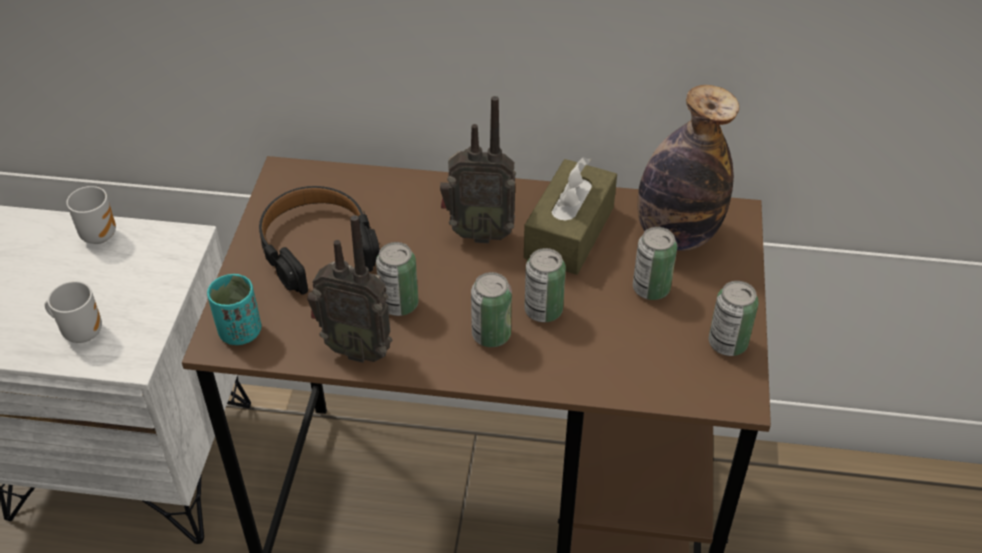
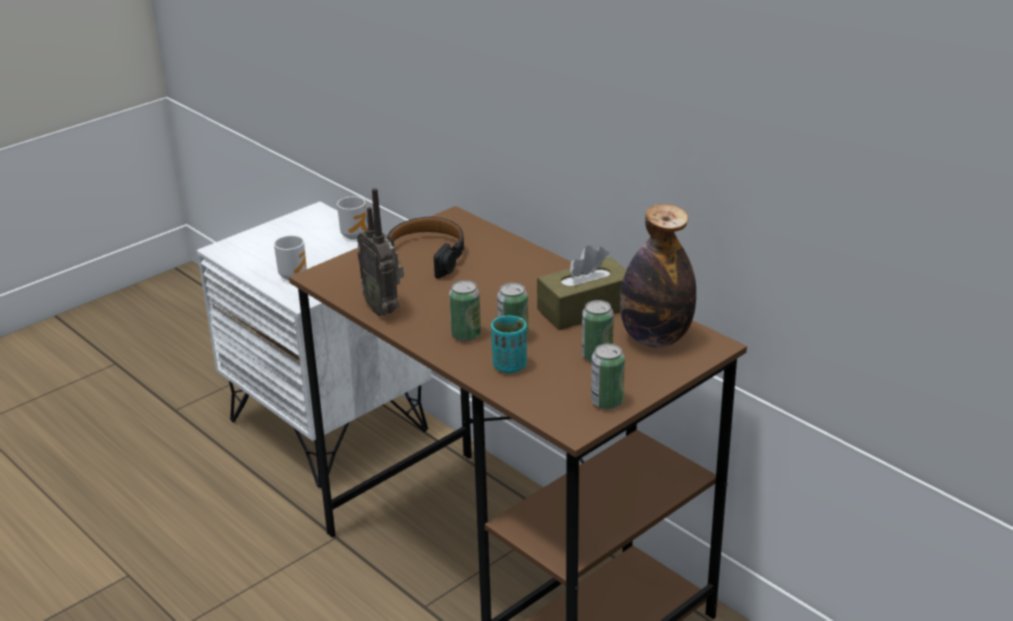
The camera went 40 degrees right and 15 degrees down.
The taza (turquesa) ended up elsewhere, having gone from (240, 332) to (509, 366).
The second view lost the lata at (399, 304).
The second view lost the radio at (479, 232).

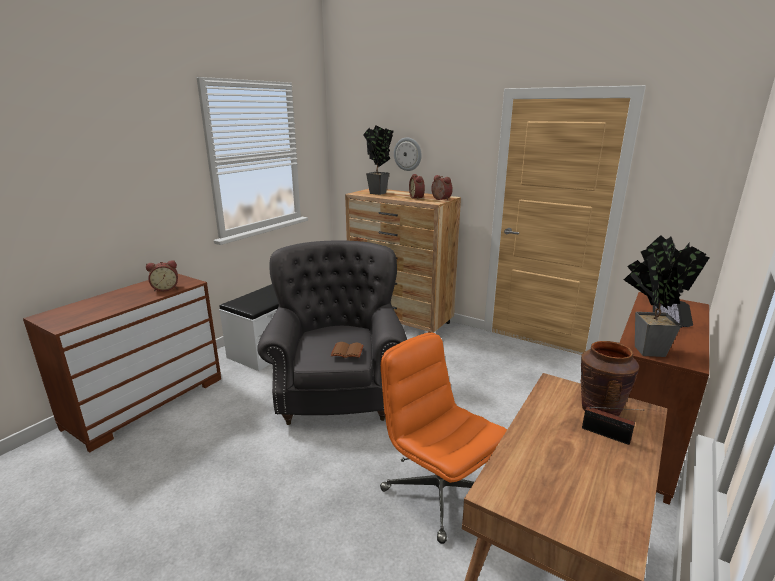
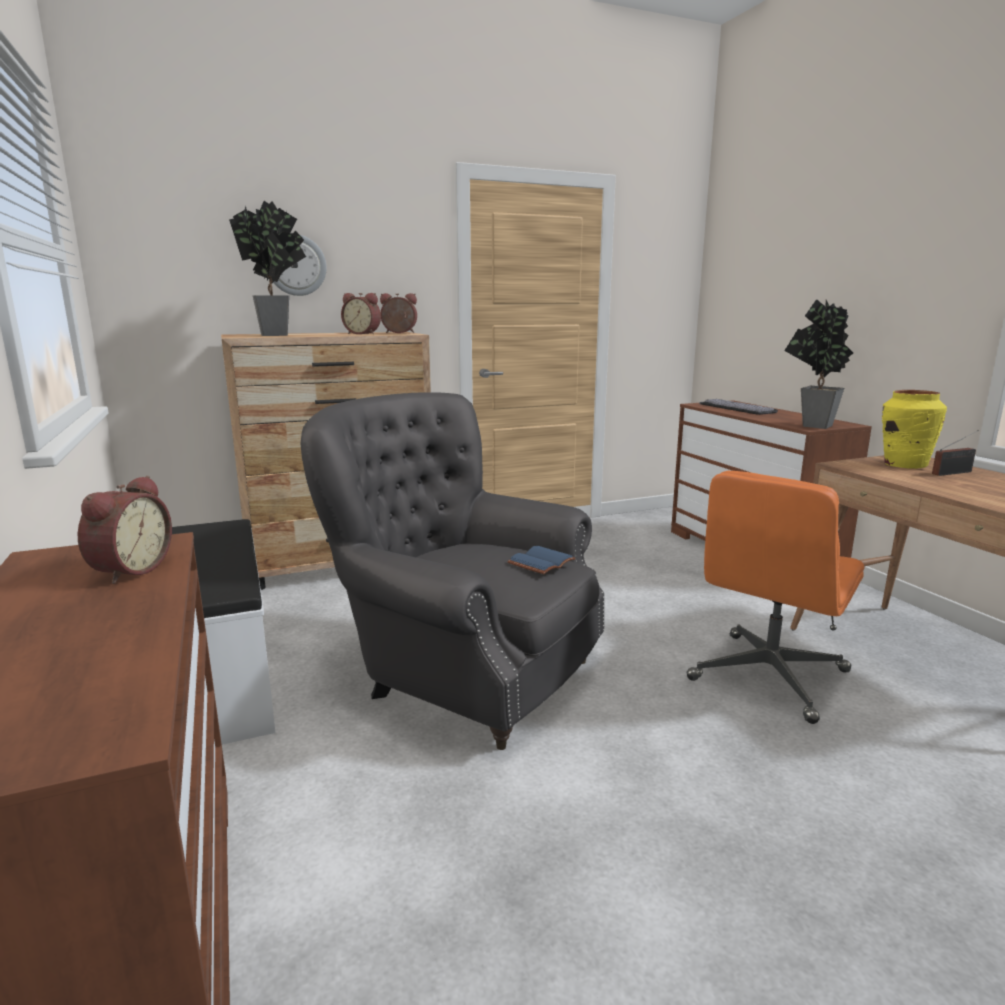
The camera went 55 degrees left and 5 degrees down.
What was the libro (marrón) at (346, 352) turned into the libro (azul) at (542, 563).
The silla de oficina (naranja) at (438, 492) ended up facing another way, 45 degrees counterclockwise from before.
What was the florero (marrón) at (600, 409) turned into the florero (amarillo) at (904, 465).

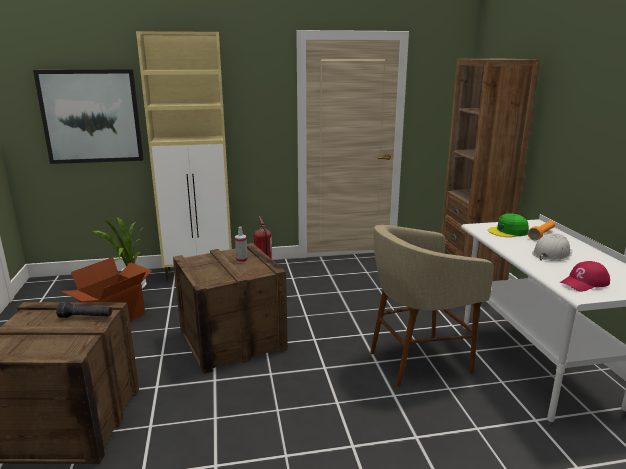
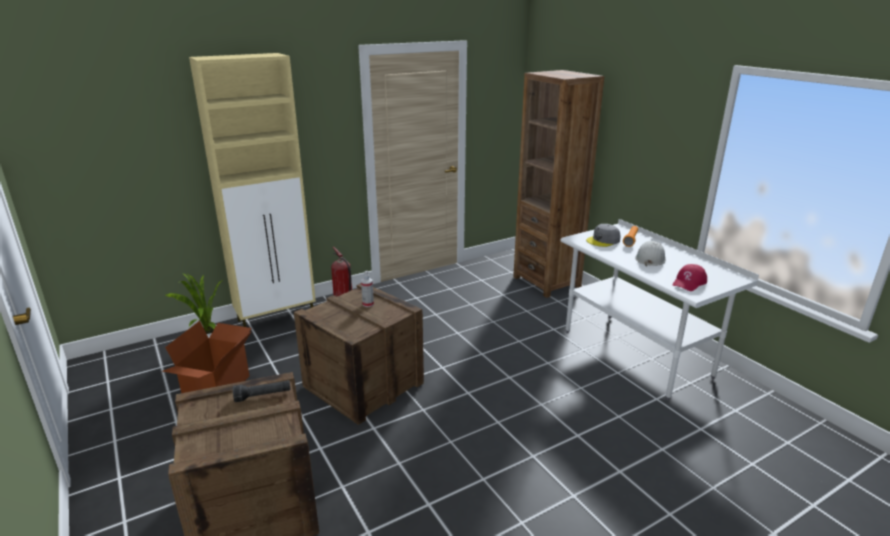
The camera went 20 degrees left and 5 degrees up.
The second view lost the cuadro at (91, 116).
The second view lost the taburete (beis) at (418, 361).
What was the gorra (verde) at (508, 231) turned into the gorra (gris) at (603, 240).

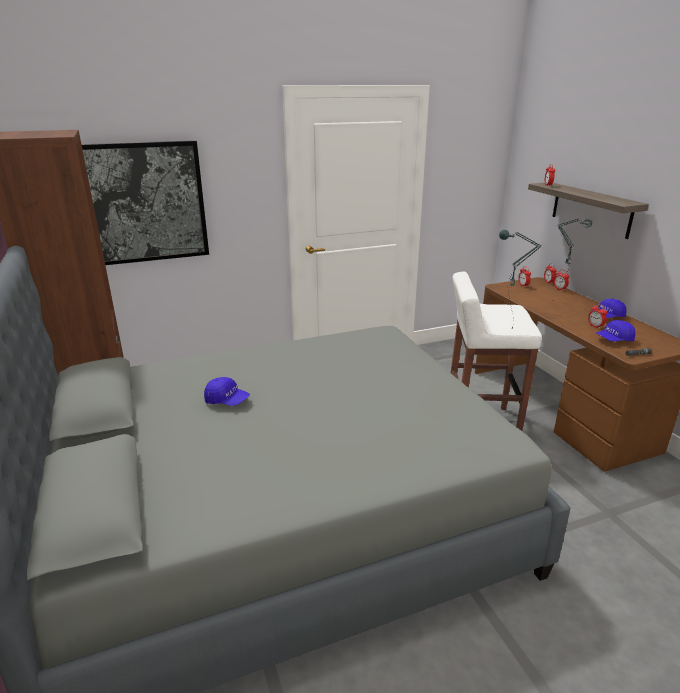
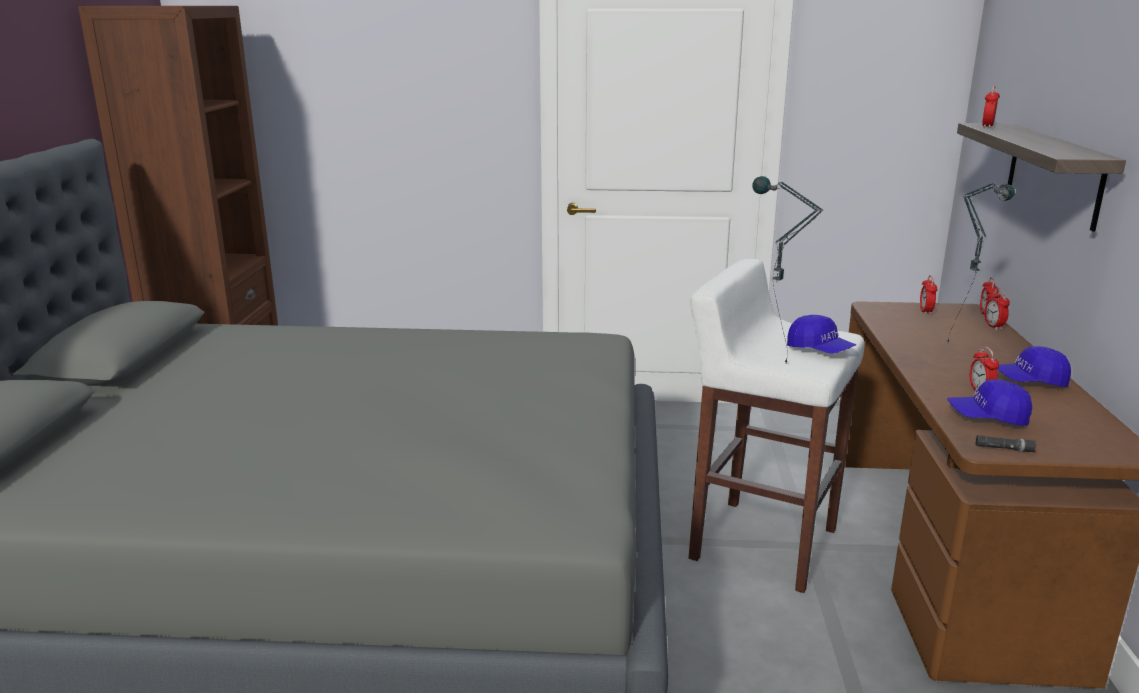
The camera went 25 degrees right and 5 degrees down.
The second view lost the cuadro at (144, 203).
The gorra (azul) ended up elsewhere, having gone from (227, 401) to (819, 350).

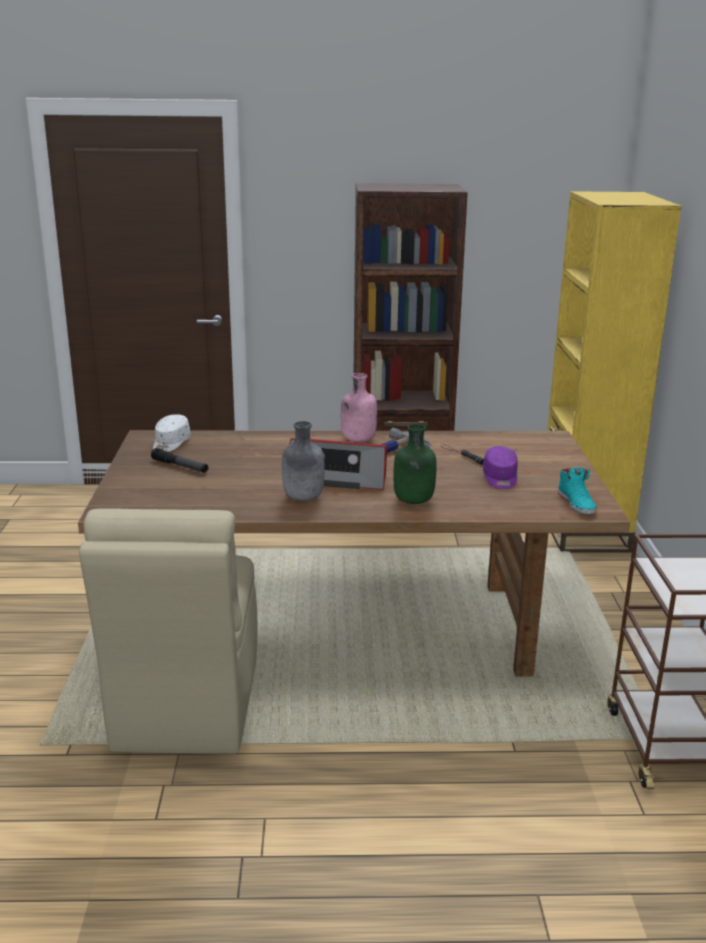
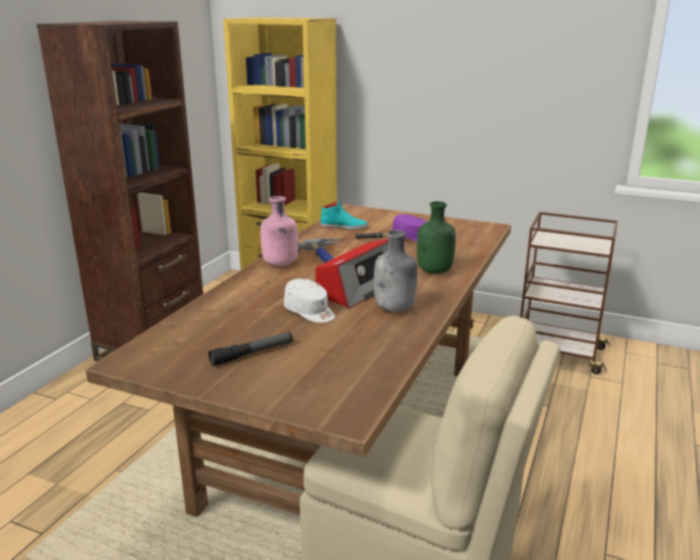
The camera went 65 degrees left and 0 degrees up.
The gorra (blanco) ended up elsewhere, having gone from (170, 443) to (310, 312).
The zapato (turquesa) ended up elsewhere, having gone from (577, 503) to (344, 227).

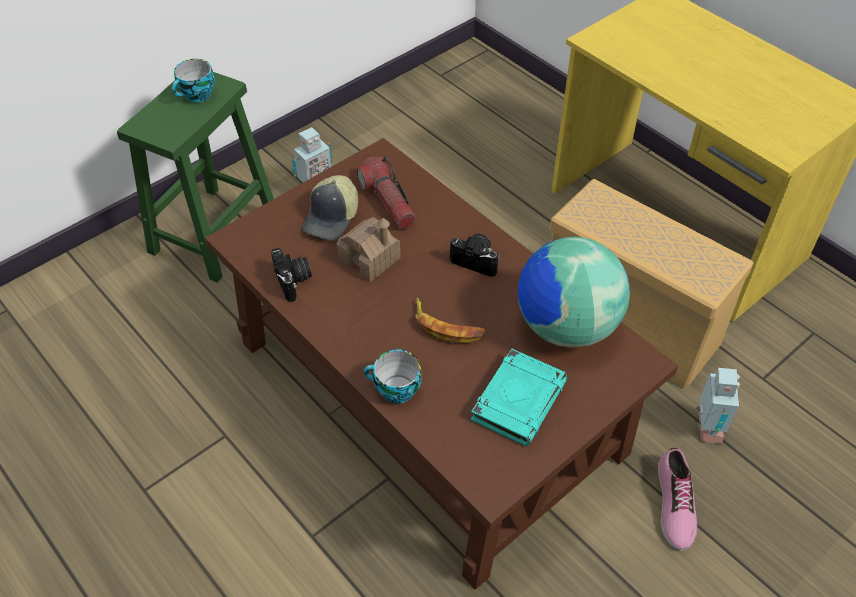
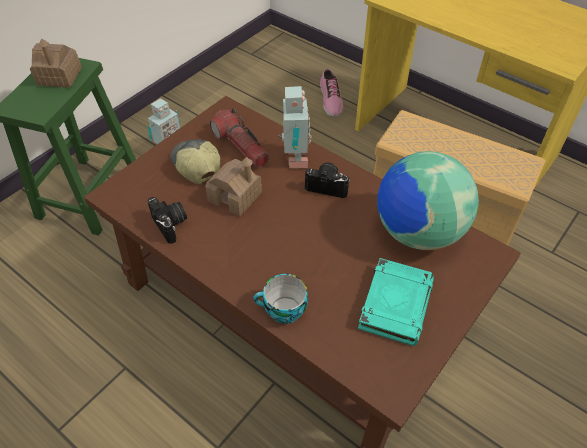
The camera went 10 degrees left and 0 degrees up.
Where the taza stood at (197, 95), the casita came to stand at (59, 76).
The gorra at (332, 218) ended up facing another way, 135 degrees clockwise from before.
The second view lost the plátano at (447, 326).
The zapato ended up elsewhere, having gone from (673, 504) to (330, 100).
The robot de juguete ended up elsewhere, having gone from (706, 430) to (294, 160).

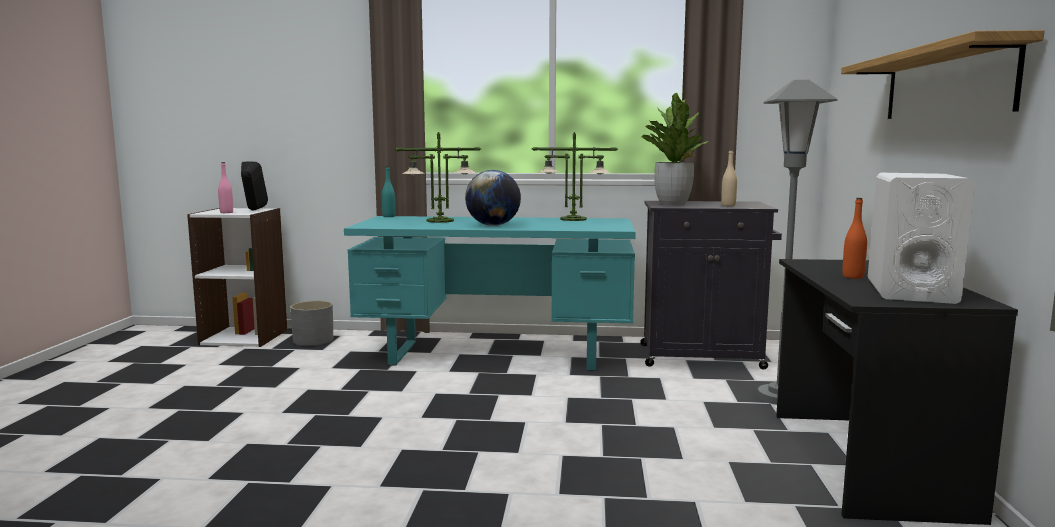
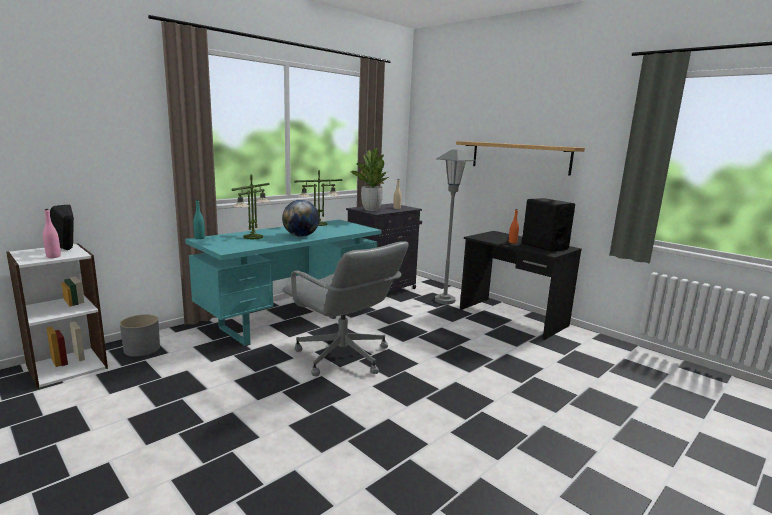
The camera went 50 degrees left and 5 degrees up.
What was the altavoz (blanco) at (910, 291) turned into the altavoz (negro) at (544, 246).
The second view gained the silla de oficina (gris) at (342, 357).

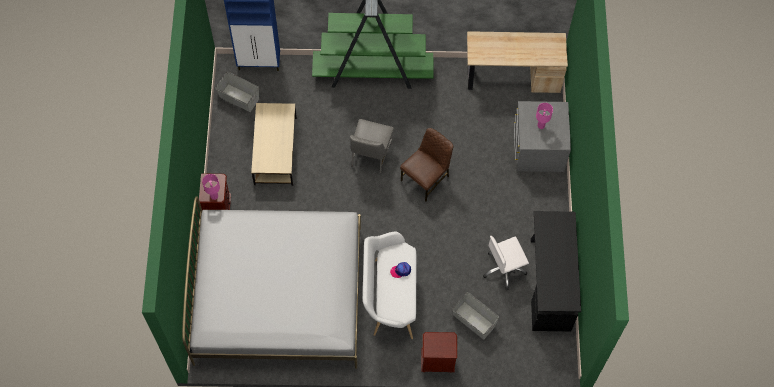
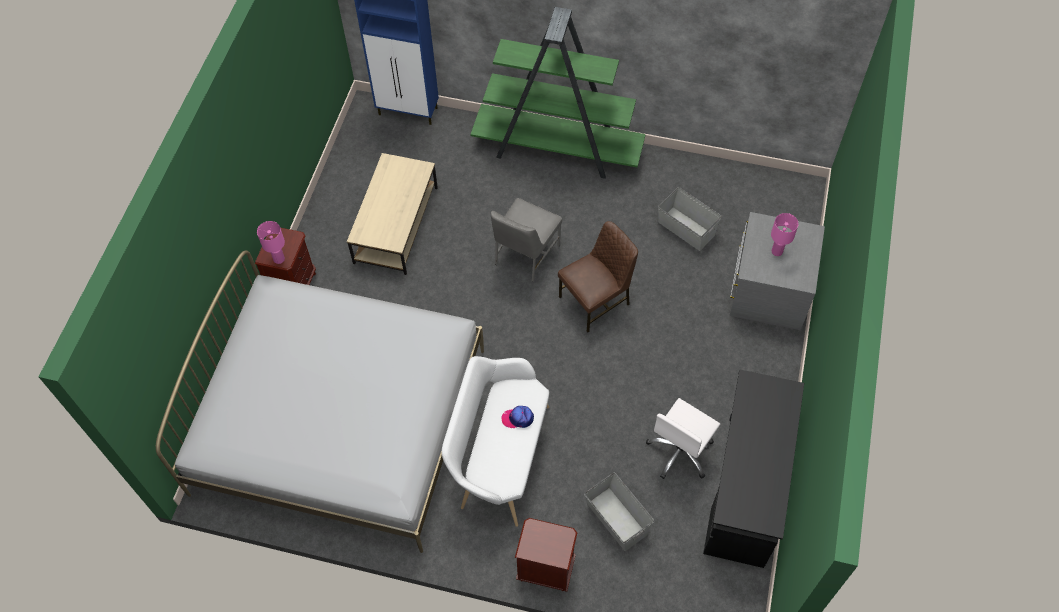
The camera went 15 degrees right and 5 degrees down.
The caja de almacenaje (gris) ended up elsewhere, having gone from (239, 97) to (686, 228).
The second view lost the escritorio (beis) at (511, 76).
The silla de oficina (blanco) at (504, 269) ended up facing another way, 45 degrees counterclockwise from before.

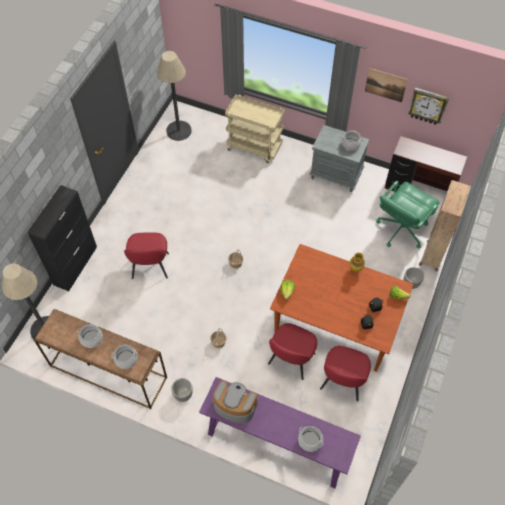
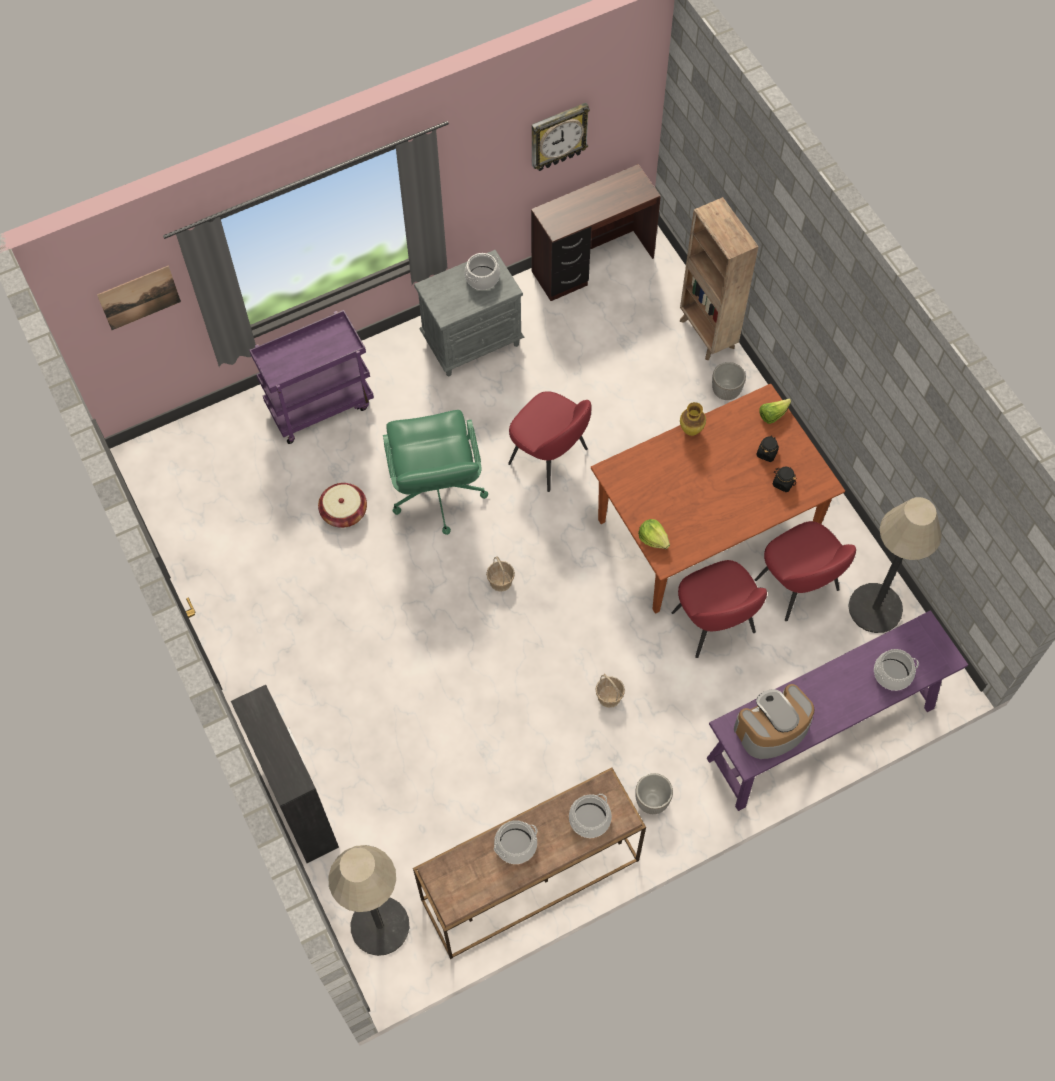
The camera went 50 degrees left and 5 degrees up.
The silla (rojo) ended up elsewhere, having gone from (150, 267) to (550, 457).
The lámpara de pie ended up elsewhere, having gone from (178, 130) to (875, 608).
What was the carrito (beis) at (255, 147) turned into the carrito (morado) at (320, 405).
The cuadro ended up elsewhere, having gone from (385, 85) to (139, 297).
The silla de oficina (verde) ended up elsewhere, having gone from (400, 229) to (437, 493).
The second view gained the cesta at (344, 512).

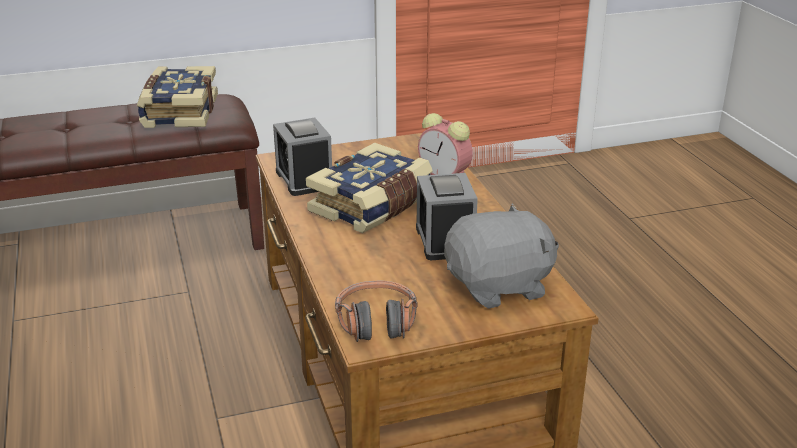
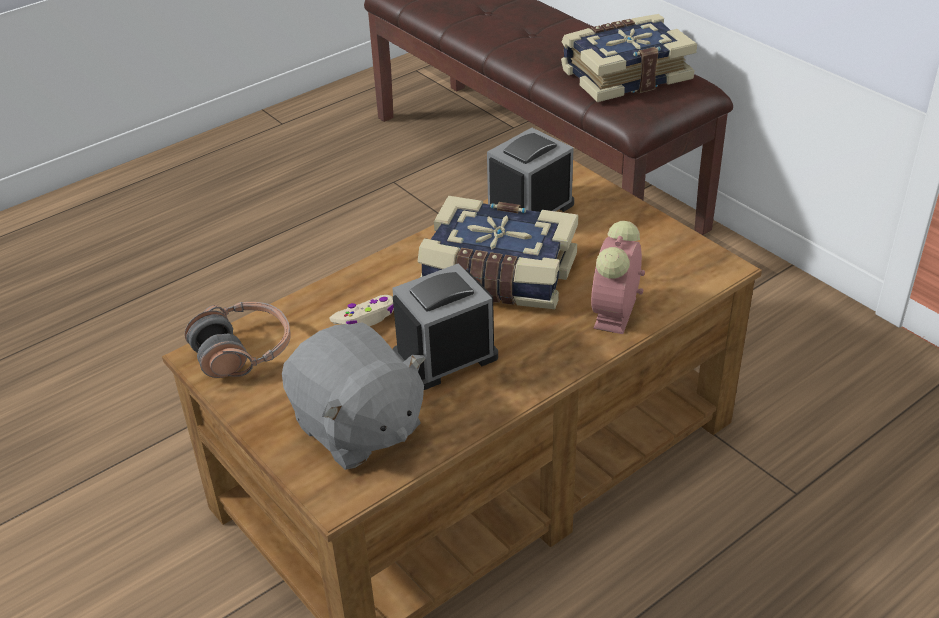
The camera went 70 degrees right and 10 degrees up.
The second view gained the mando de consola (beis) at (366, 318).

